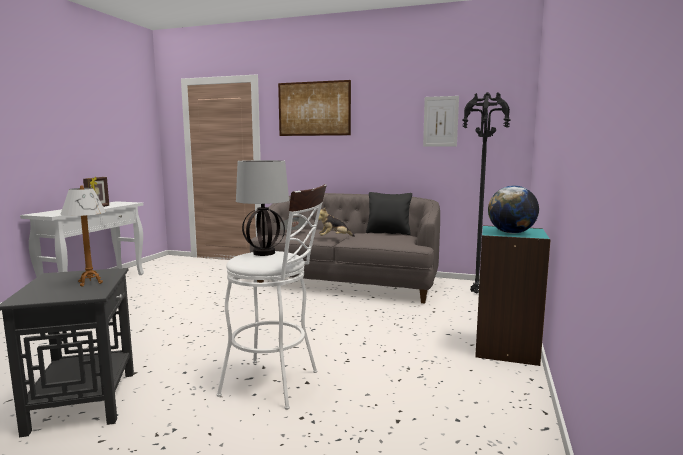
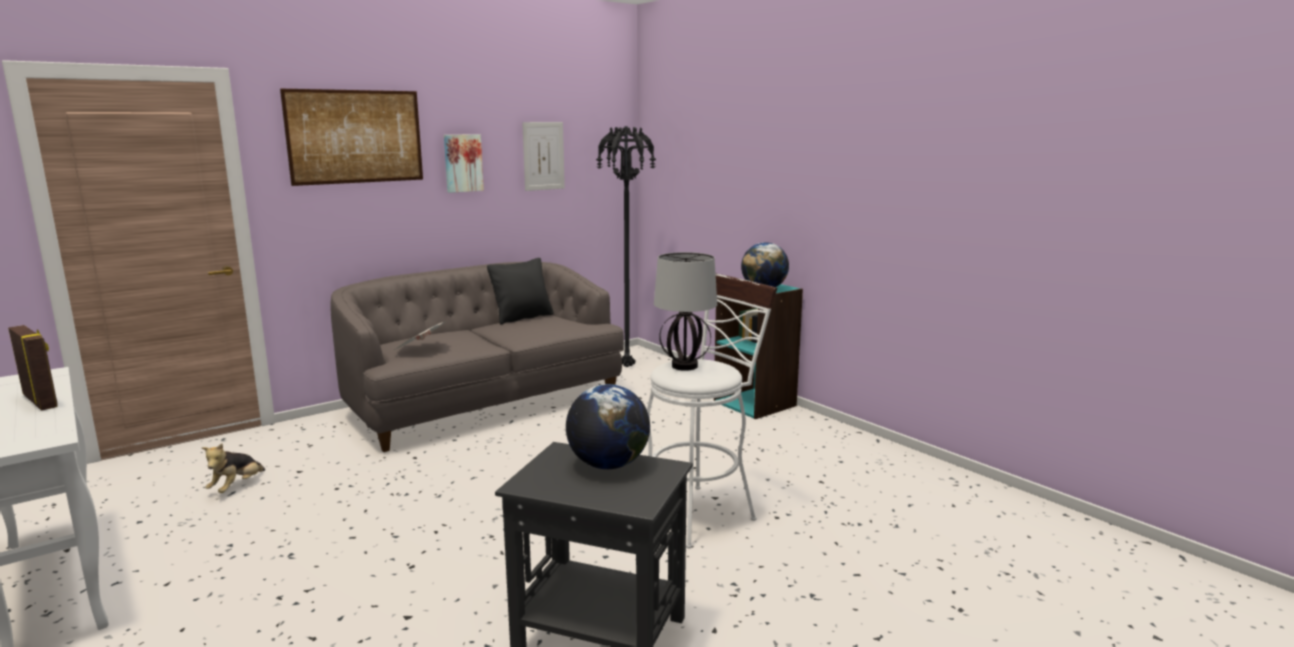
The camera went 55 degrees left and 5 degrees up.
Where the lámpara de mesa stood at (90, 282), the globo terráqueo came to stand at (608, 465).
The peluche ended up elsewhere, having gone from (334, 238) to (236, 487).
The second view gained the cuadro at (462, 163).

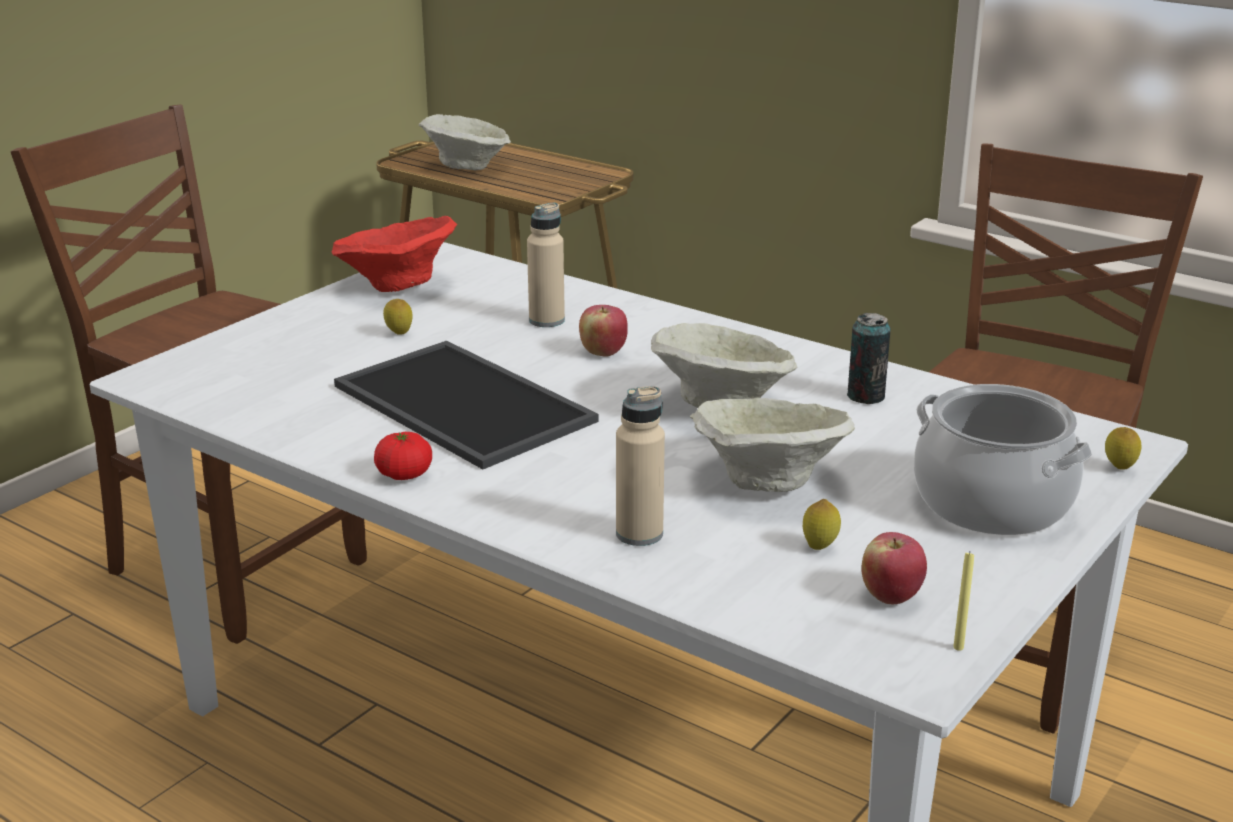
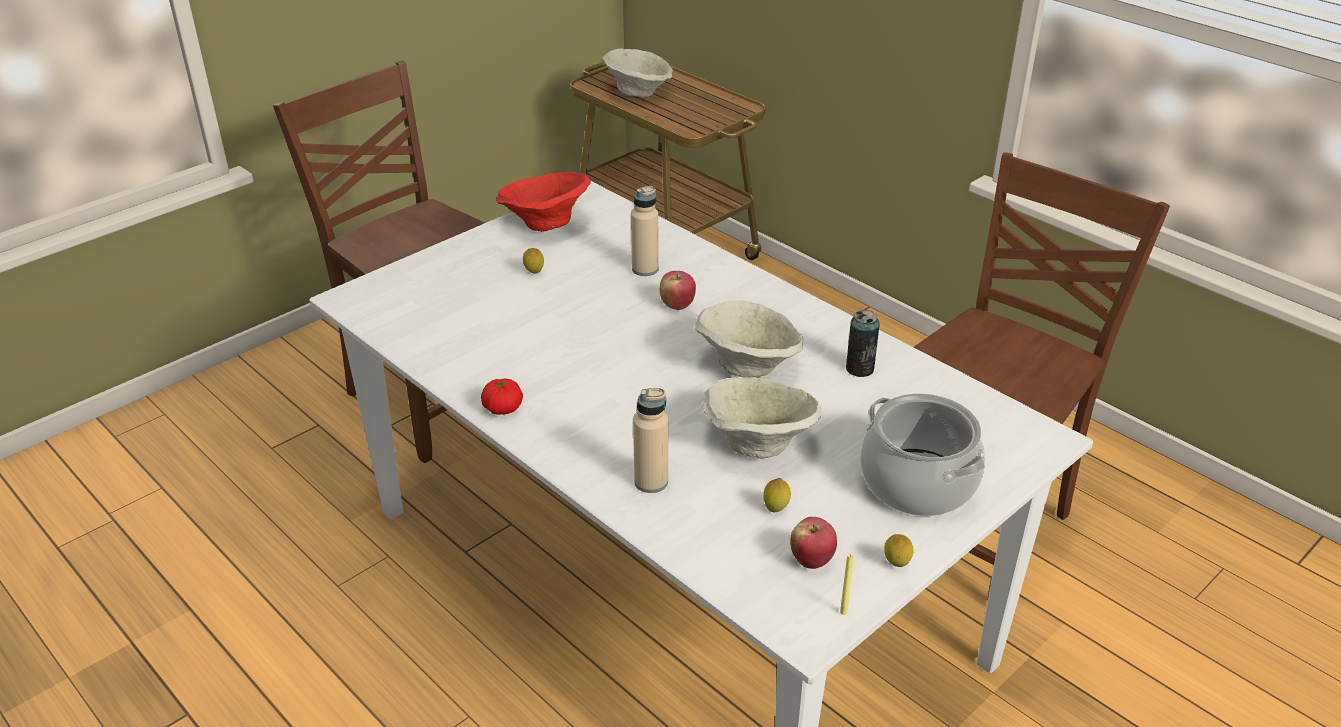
The camera went 10 degrees right and 10 degrees up.
The second view lost the bandeja at (468, 403).
The limón ended up elsewhere, having gone from (1119, 469) to (896, 565).

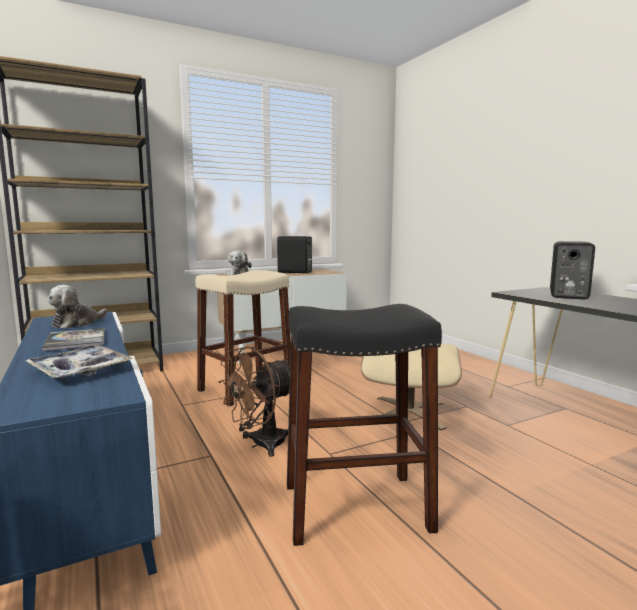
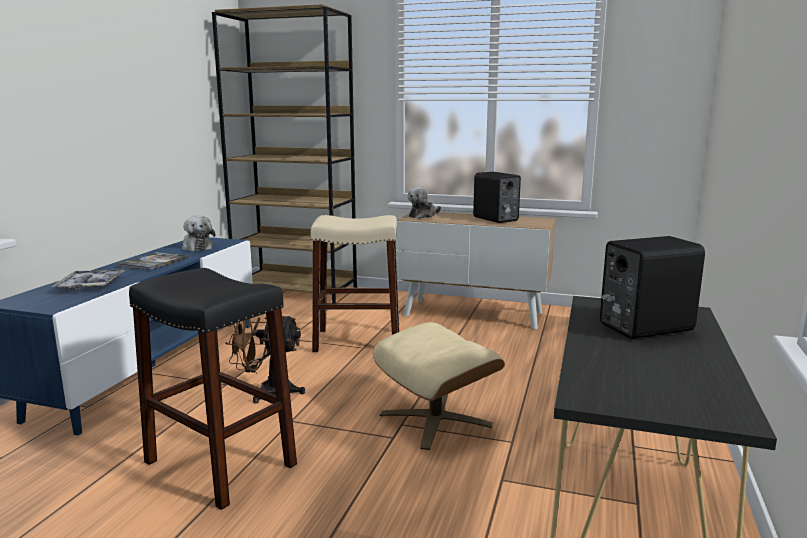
The camera went 45 degrees right and 5 degrees up.
The peluche at (77, 323) ended up facing another way, 105 degrees counterclockwise from before.

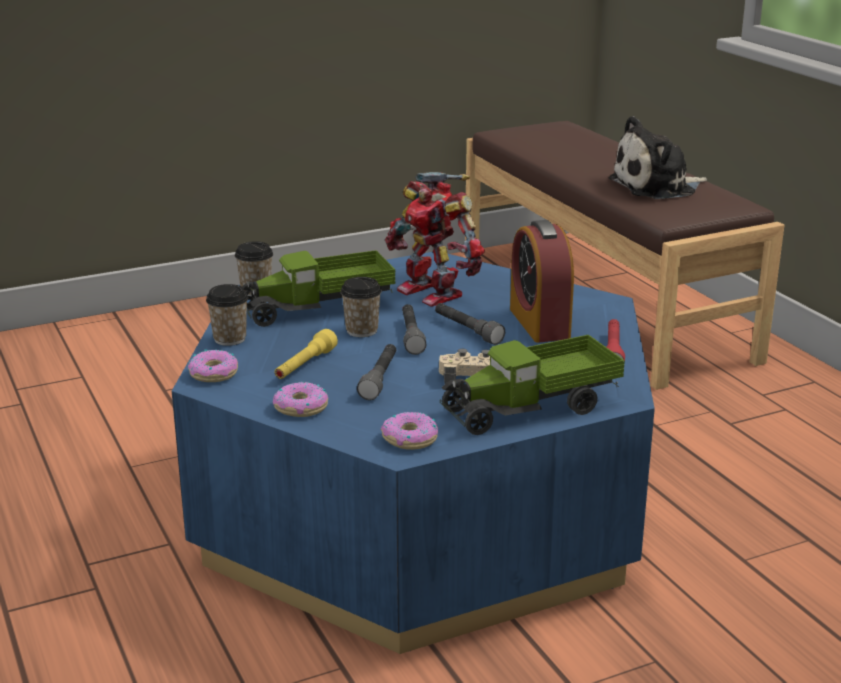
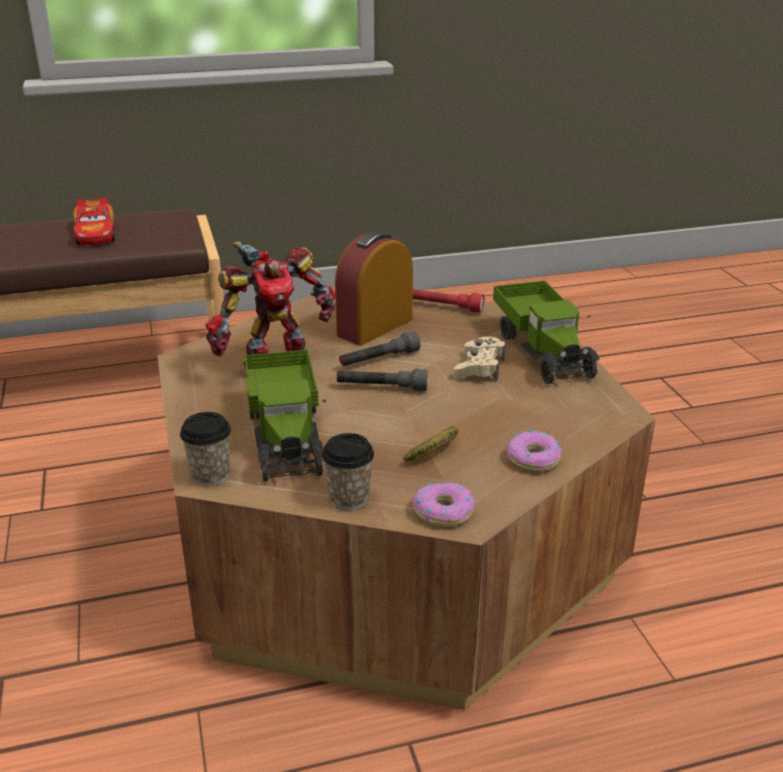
The camera went 80 degrees left and 5 degrees up.
What was the mesa de centro (azul) at (421, 511) turned into the mesa de centro (marrón) at (392, 543).
Where the linterna (amarillo) stood at (305, 366), the plátano came to stand at (436, 451).
The second view lost the taza at (362, 331).
The second view lost the linterna (gris) at (380, 379).
The second view lost the rosquilla at (410, 439).
The despertador at (539, 323) ended up facing another way, 135 degrees clockwise from before.
Where the peluche stood at (657, 187), the coche de juguete came to stand at (96, 234).

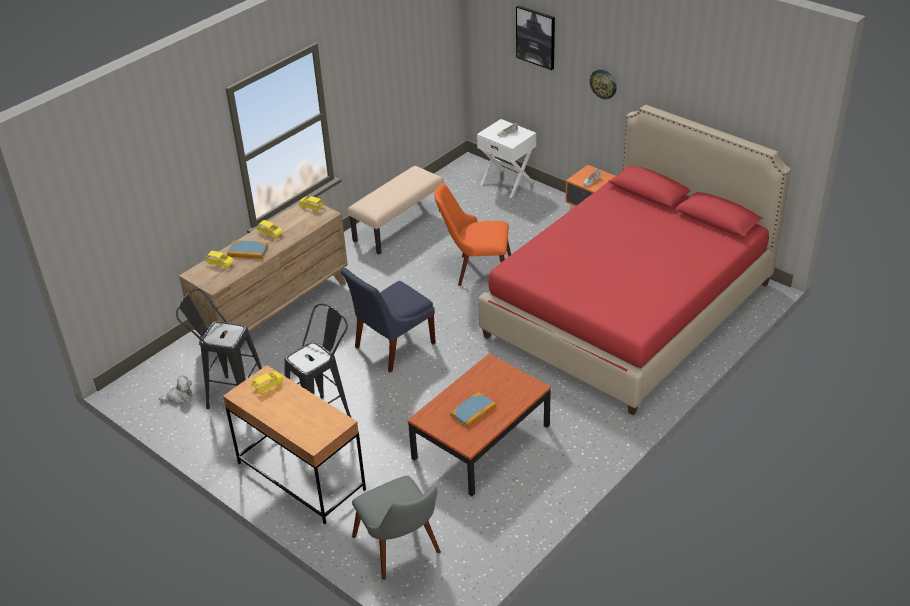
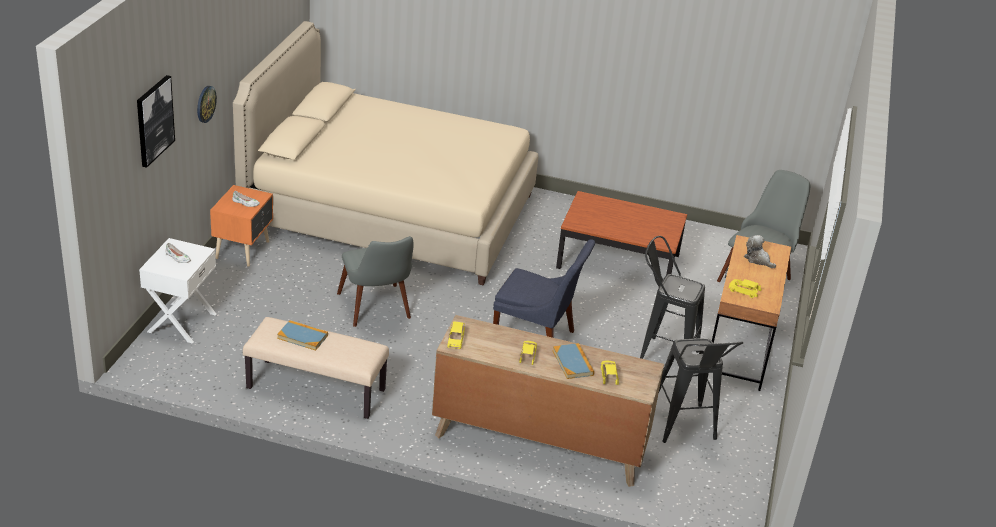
The camera went 120 degrees left and 5 degrees down.
The peluche ended up elsewhere, having gone from (179, 397) to (758, 260).
What was the silla (naranja) at (476, 270) turned into the silla (gris) at (377, 311).
The libro ended up elsewhere, having gone from (473, 411) to (302, 337).
What was the cama (rojo) at (628, 309) turned into the cama (beis) at (390, 212).

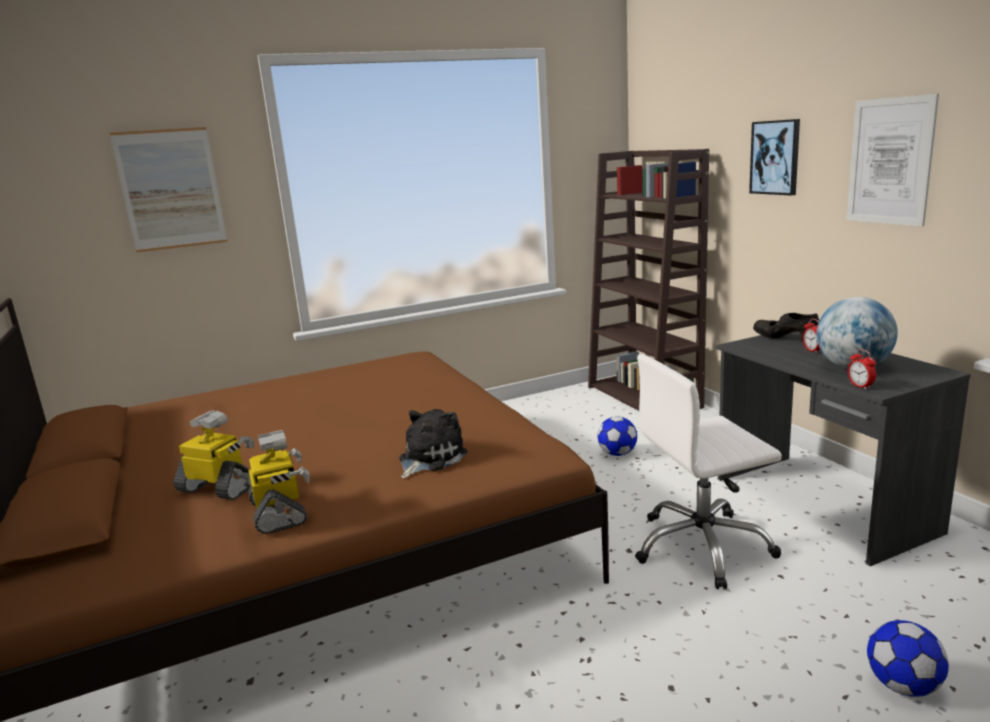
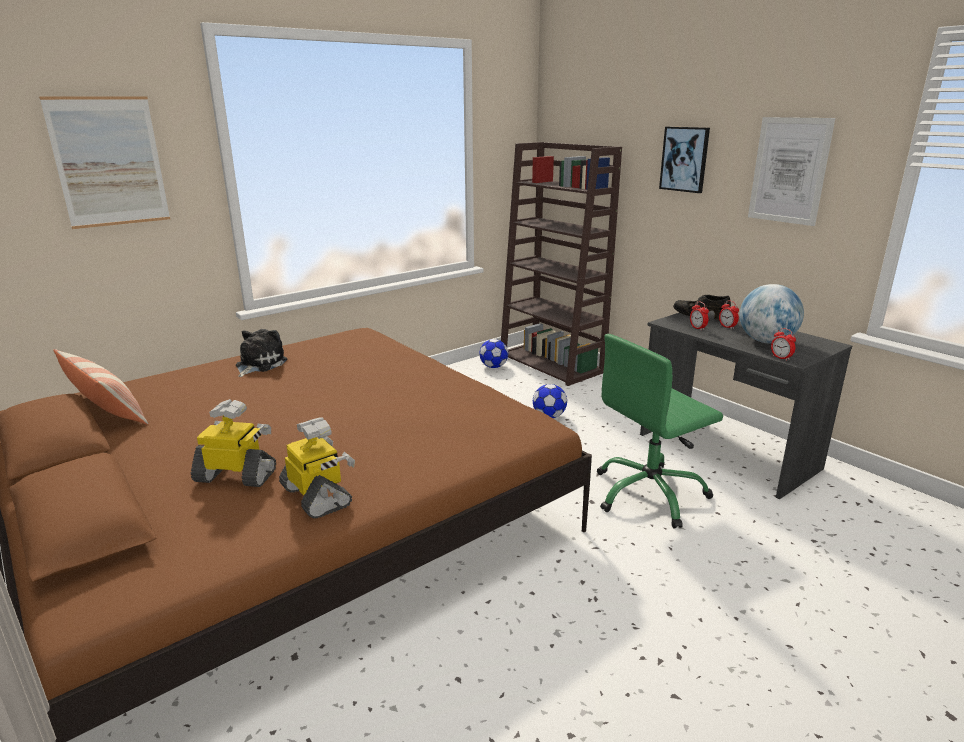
The camera went 15 degrees left and 5 degrees up.
The peluche ended up elsewhere, having gone from (429, 458) to (259, 364).
What was the silla de oficina (blanco) at (702, 547) turned into the silla de oficina (verde) at (649, 494).
The balón de fútbol ended up elsewhere, having gone from (903, 686) to (493, 367).
The second view gained the cojín at (106, 409).
The second view gained the despertador at (697, 328).

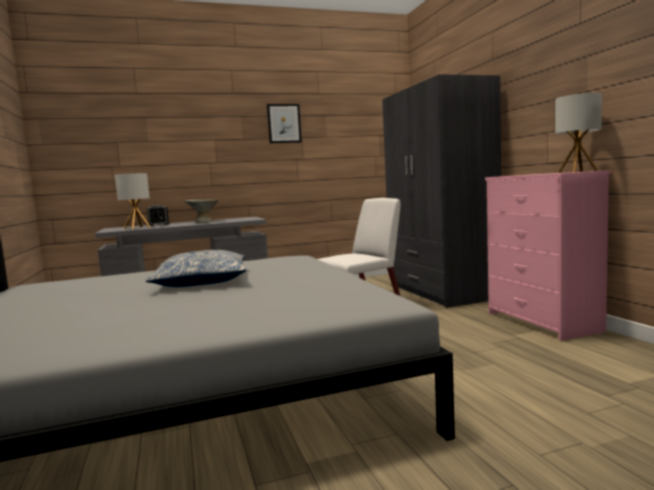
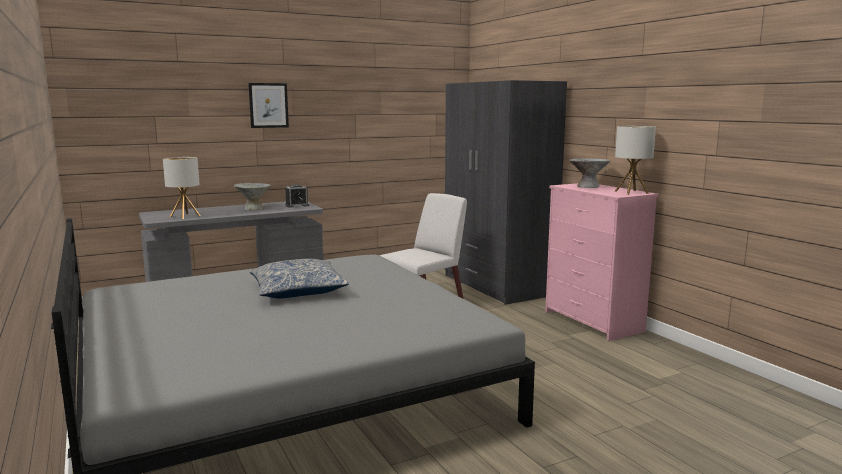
The camera went 10 degrees left and 5 degrees up.
The despertador ended up elsewhere, having gone from (159, 224) to (297, 205).
The cuadro ended up elsewhere, having gone from (284, 123) to (268, 105).
The second view gained the cuenco (gris) at (588, 186).

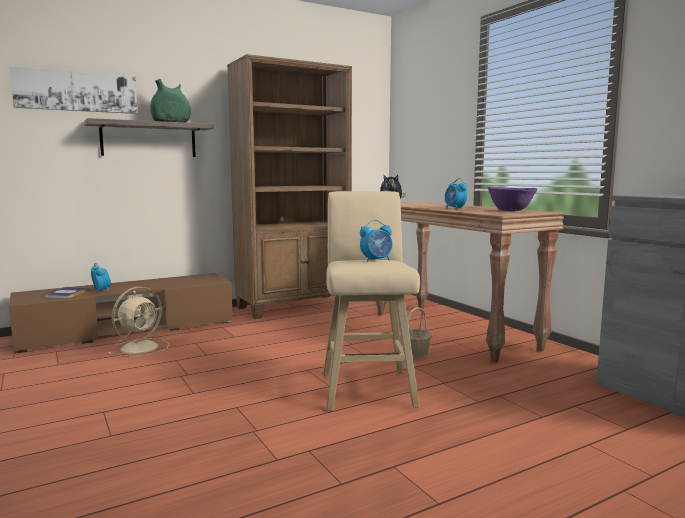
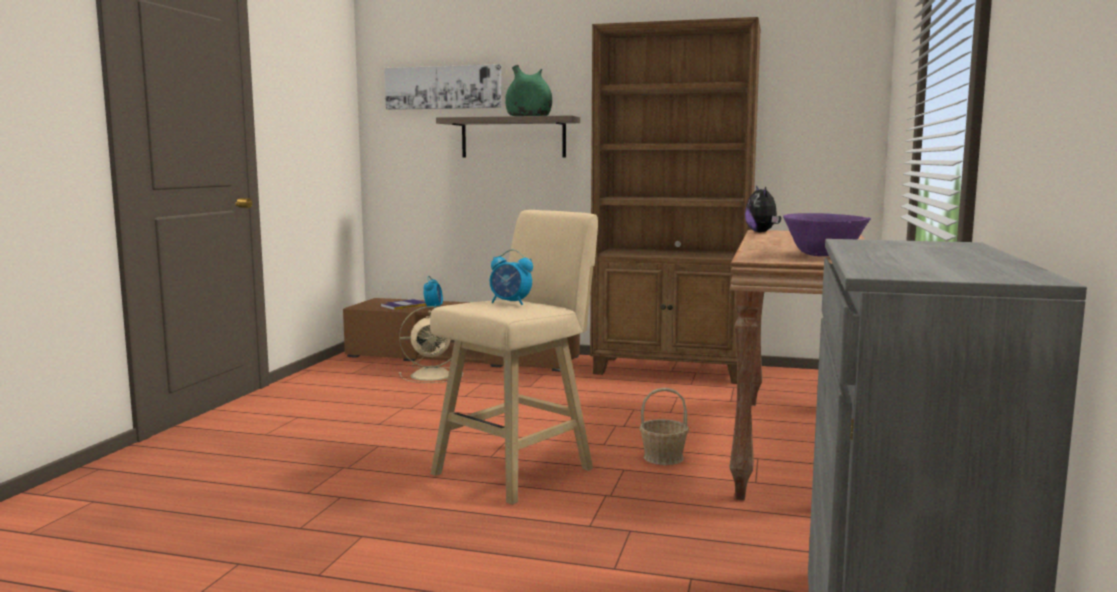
The camera went 45 degrees right and 0 degrees up.
The second view lost the despertador at (455, 208).

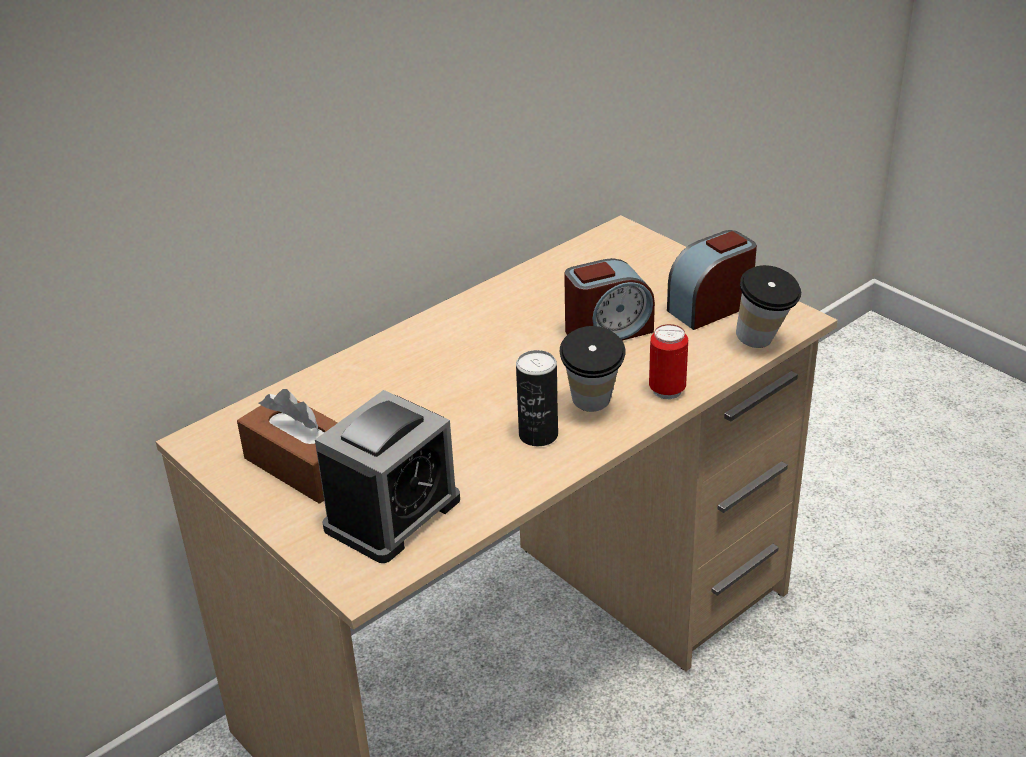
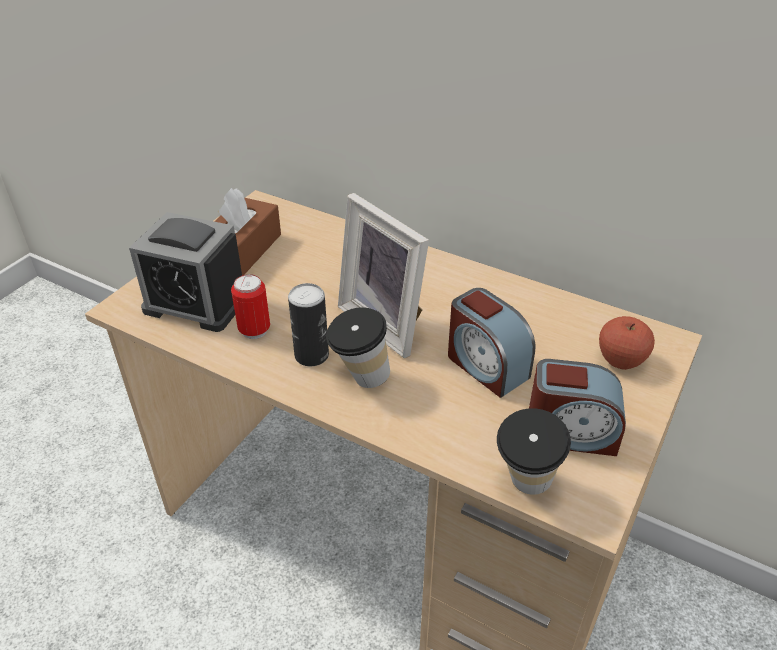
The camera went 70 degrees right and 5 degrees up.
The lata ended up elsewhere, having gone from (667, 390) to (254, 330).
The despertador at (710, 307) ended up facing another way, 150 degrees clockwise from before.
The second view gained the portarretratos at (387, 322).
The second view gained the manzana at (620, 360).

